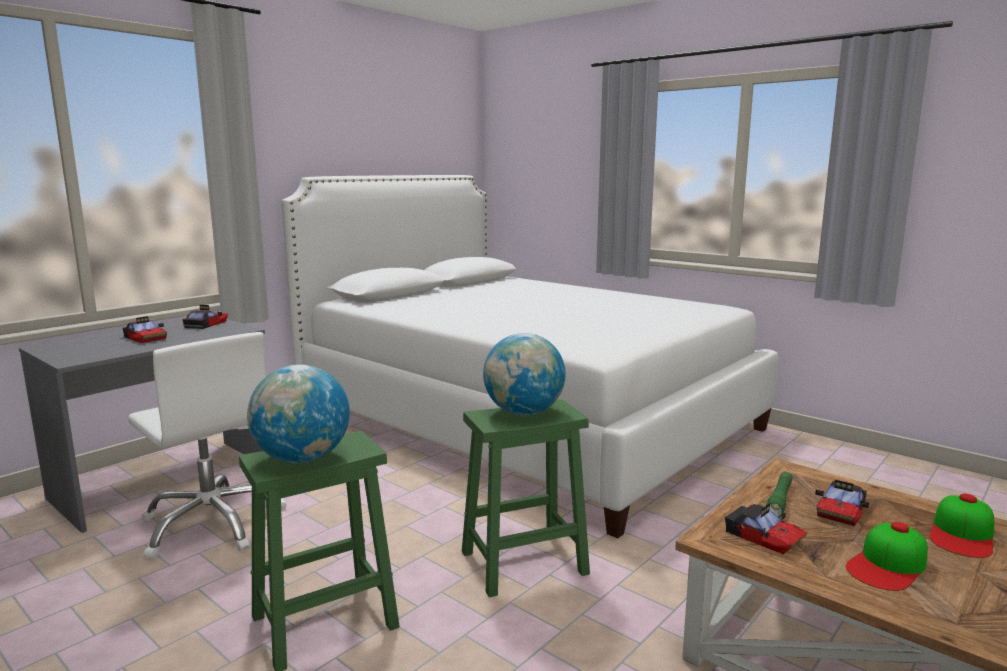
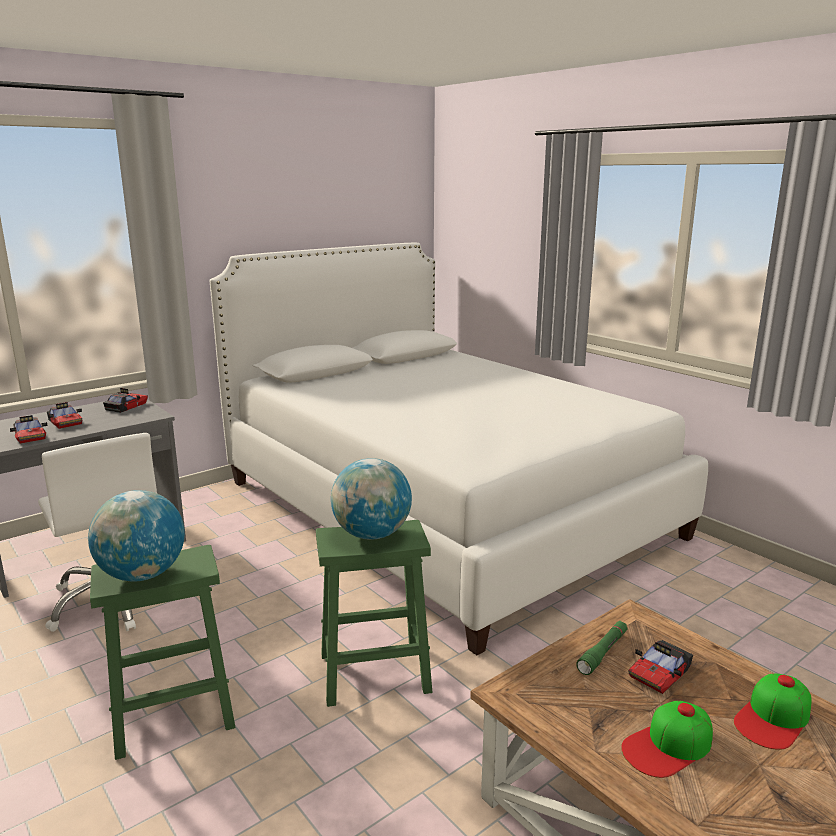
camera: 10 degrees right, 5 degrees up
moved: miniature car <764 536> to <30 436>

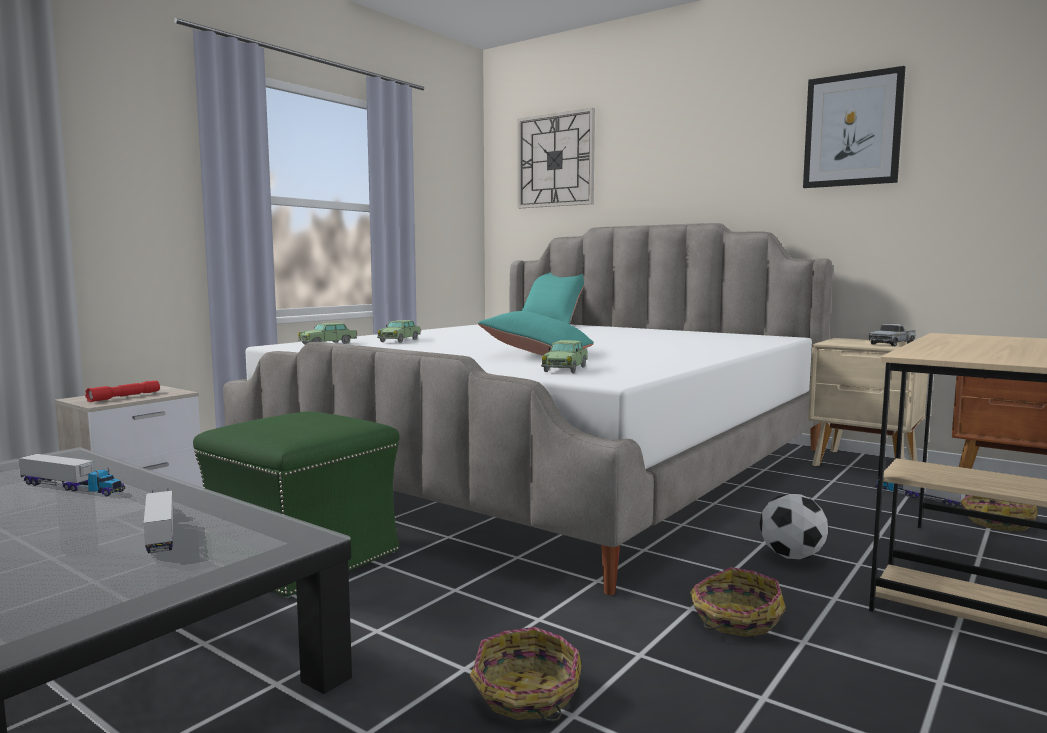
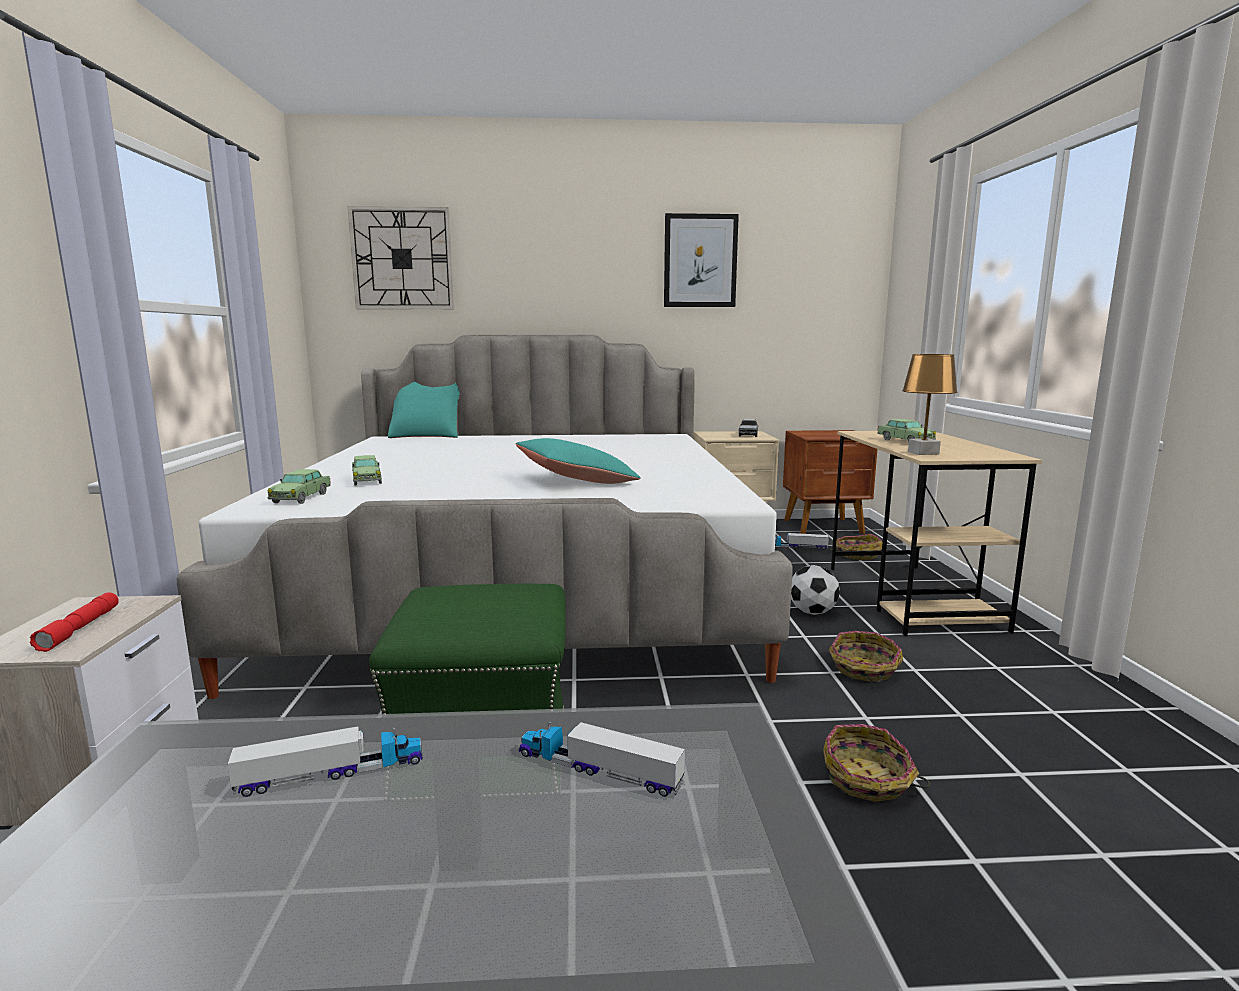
camera: 40 degrees left, 5 degrees up
added: lamp for a table (brownish) <923 453>
moved: miniature car <565 369> to <905 441>

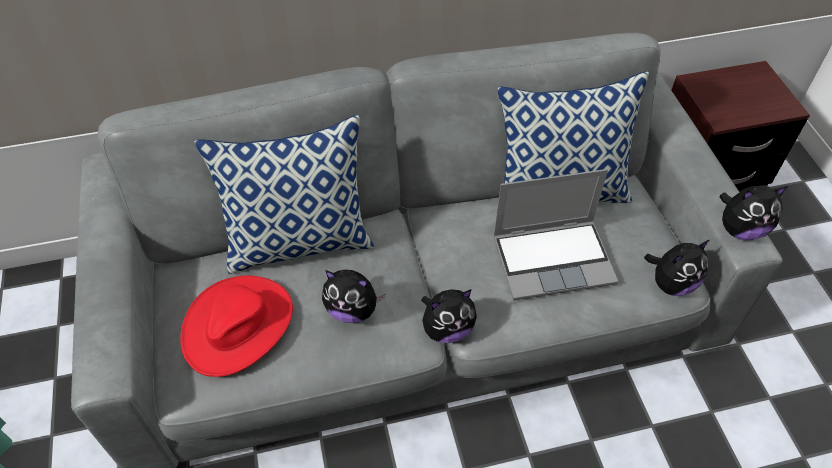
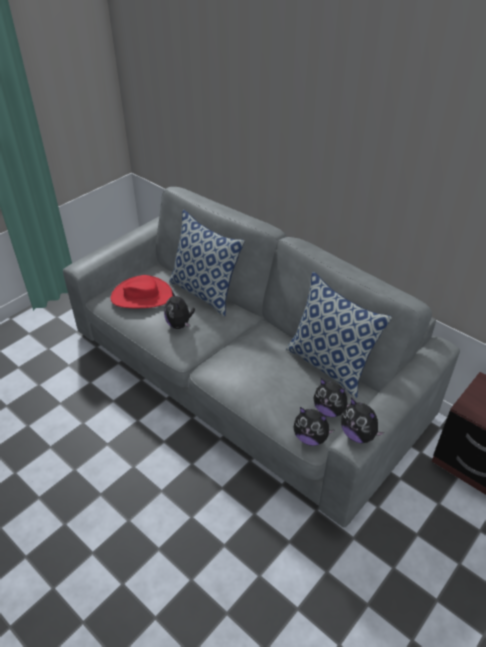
camera: 55 degrees right, 10 degrees down
removed: portable computer <554 259>
moved: soft toy <447 329> to <329 410>

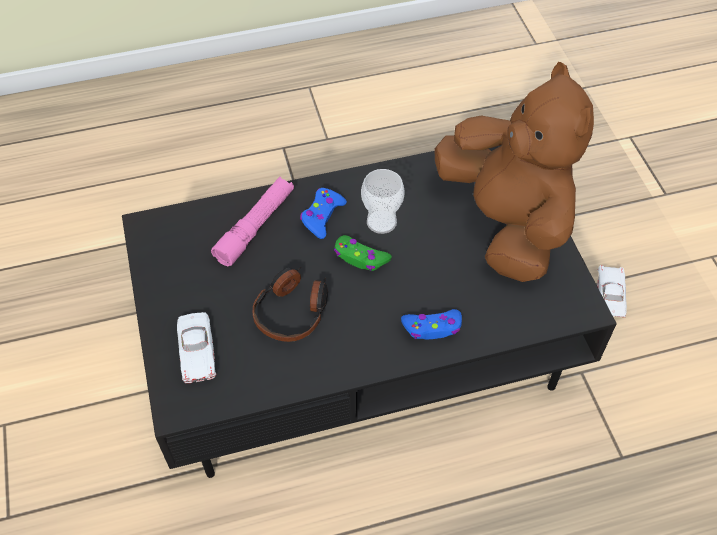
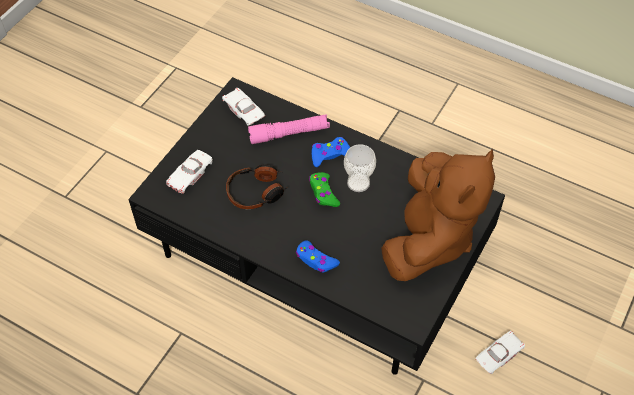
camera: 45 degrees right, 0 degrees up
added: miniature car (white) <243 109>

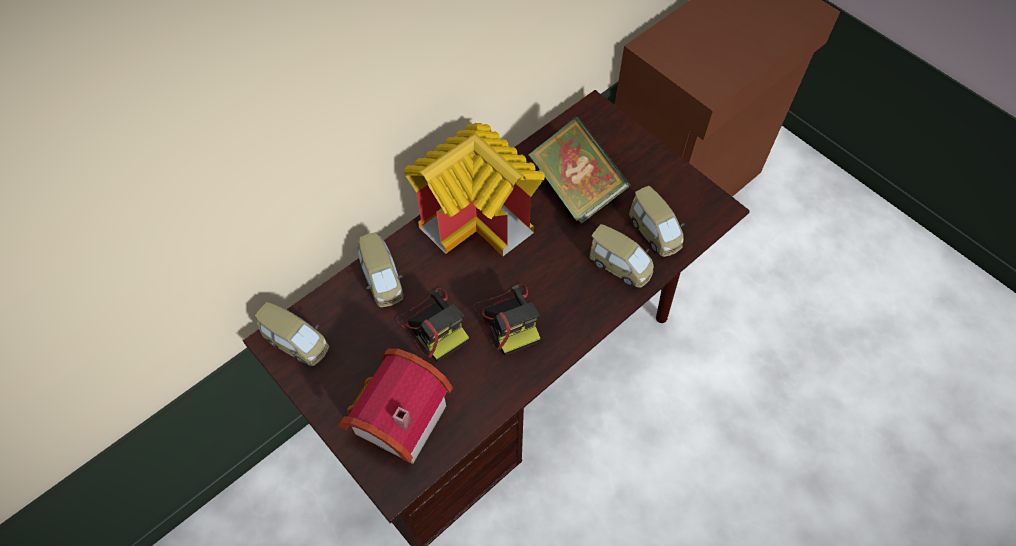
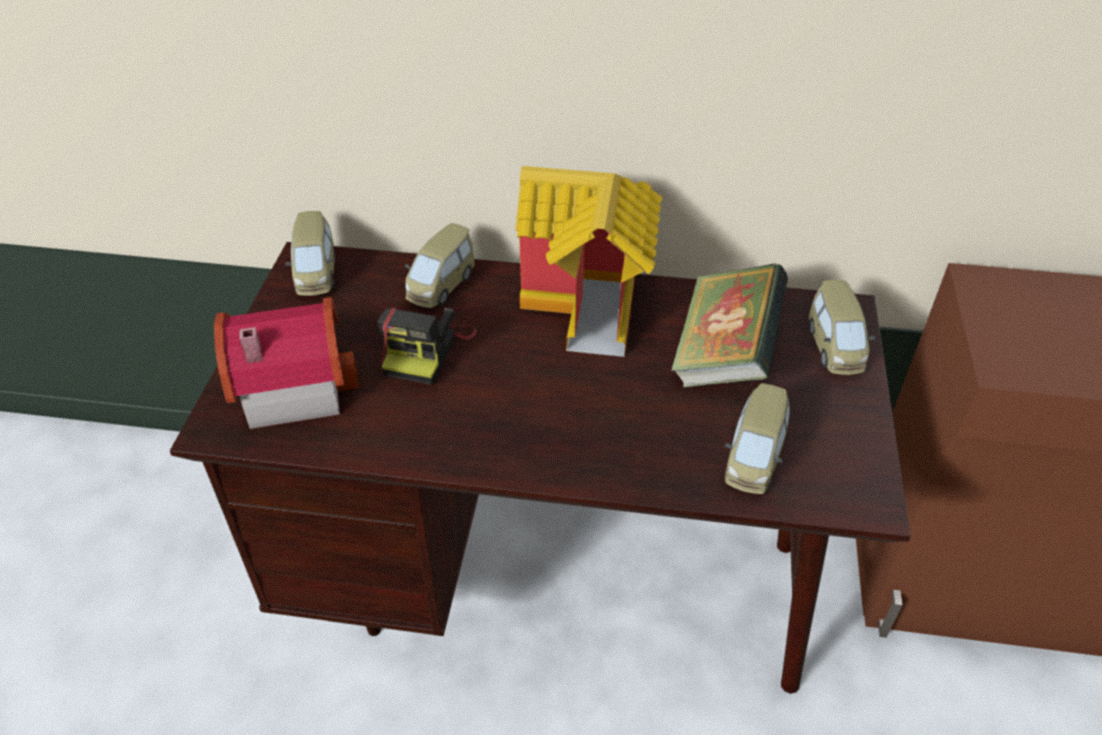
camera: 50 degrees right, 15 degrees down
removed: photo camera <509 319>
moved: miniature car <620 266> to <835 347>

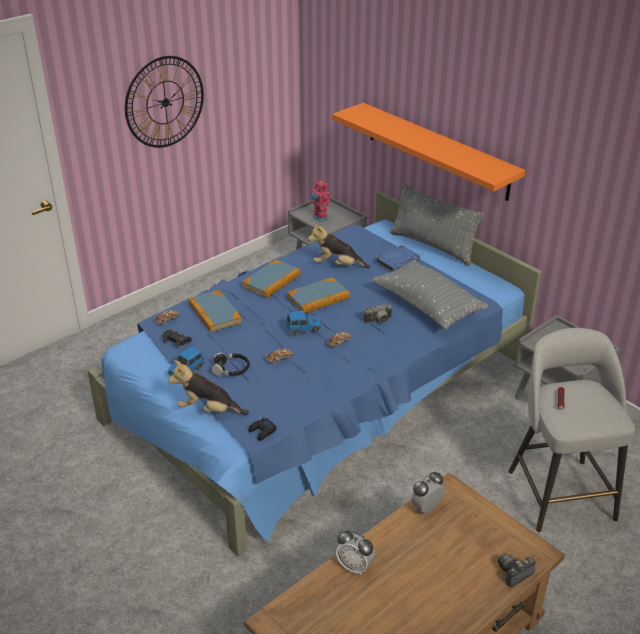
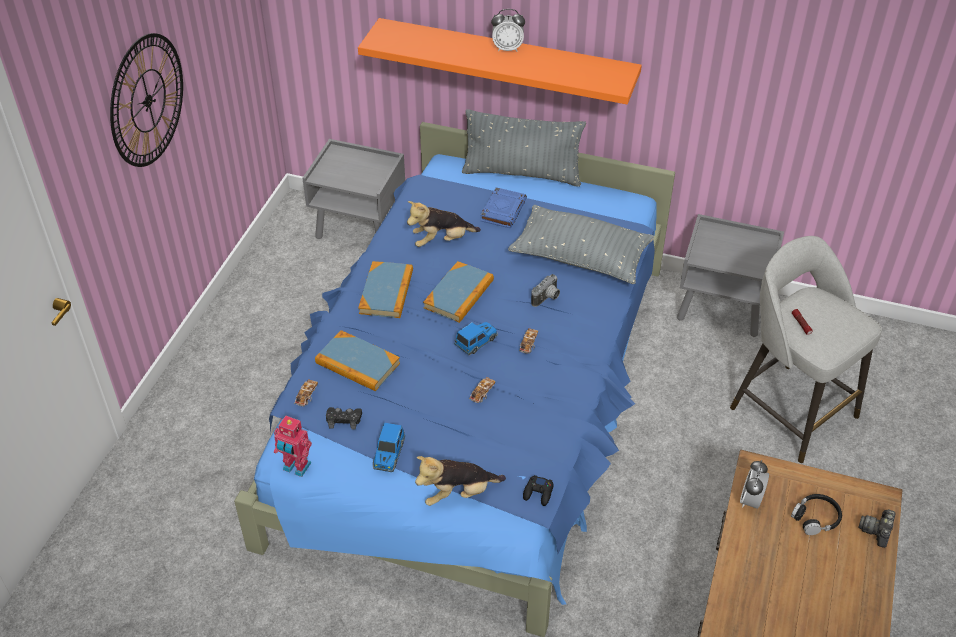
camera: 30 degrees left, 10 degrees up
moved: pair of headphones (black-coloured) <231 369> to <815 518>; model robot <320 218> to <296 467>; bedside clock <354 566> to <507 48>

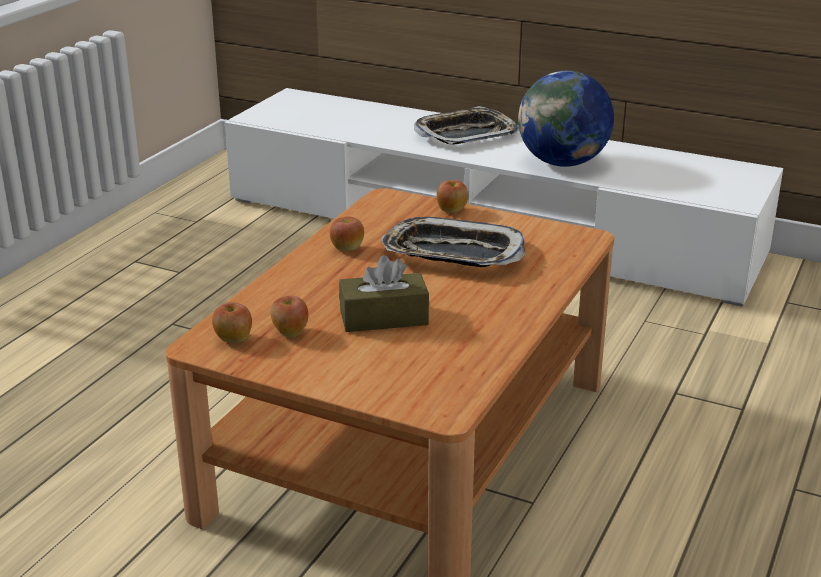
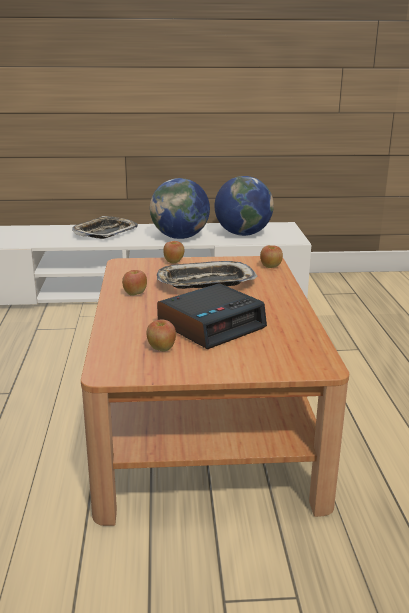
camera: 30 degrees left, 5 degrees down
added: desk globe <242 234>
moved: apple fruit <233 339> to <270 266>
replaced: tissue box (brownish) <384 318> to bedside clock <211 325>

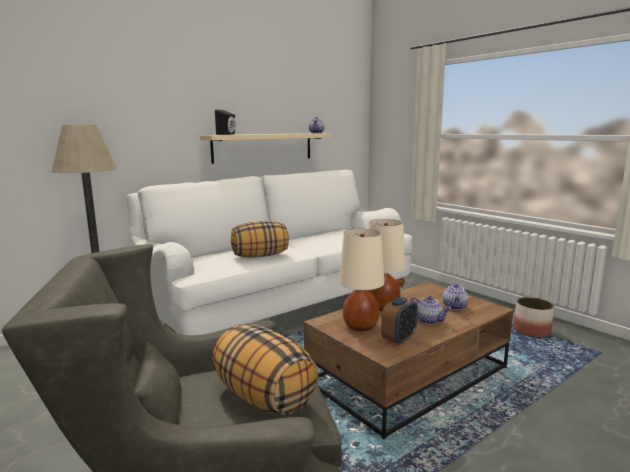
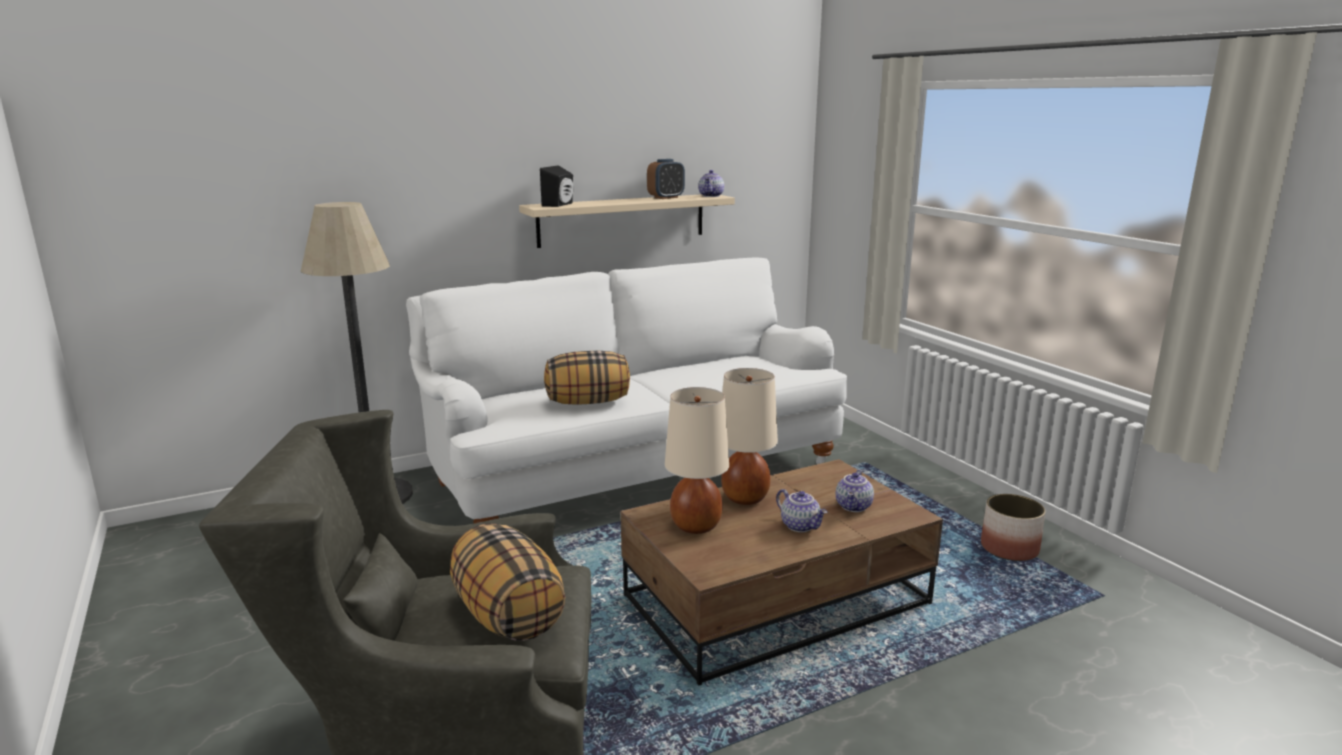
camera: 10 degrees right, 5 degrees up
moved: bedside clock <399 338> to <666 197>

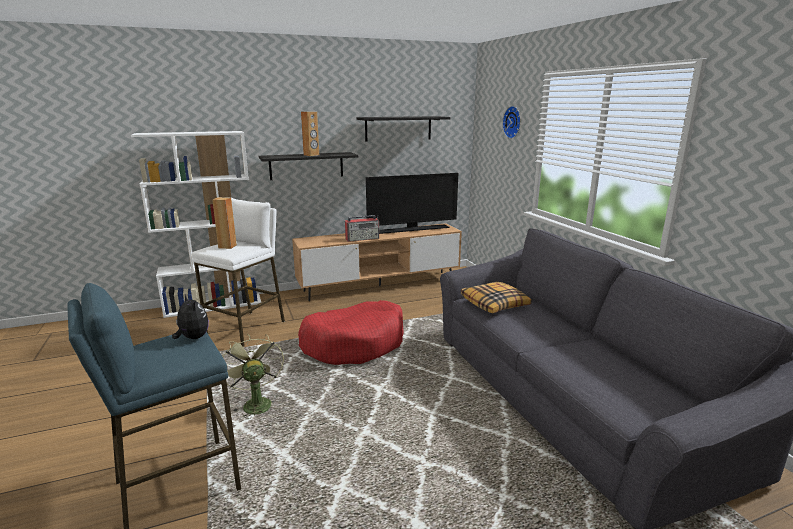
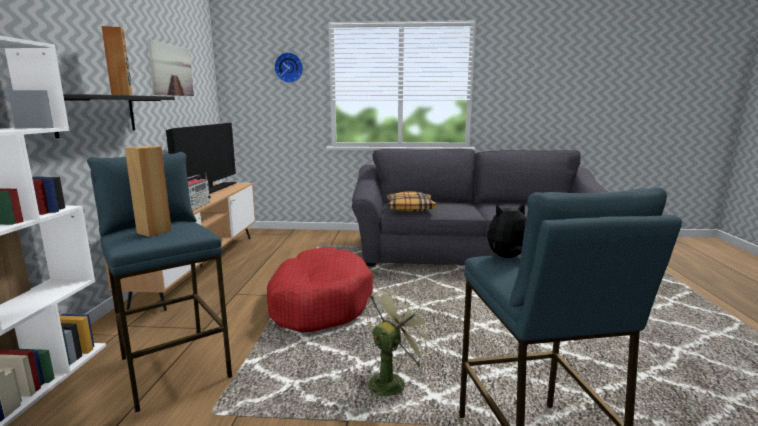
camera: 65 degrees left, 5 degrees down
replaced: bracket shelf (black-coloured) <398 128> to wall picture <171 70>
recoloured: stool (white) <247 328> to stool (bluish) <174 367>
turned: electric fan (green-coloured) <255 403> = <391 381> 135 degrees clockwise

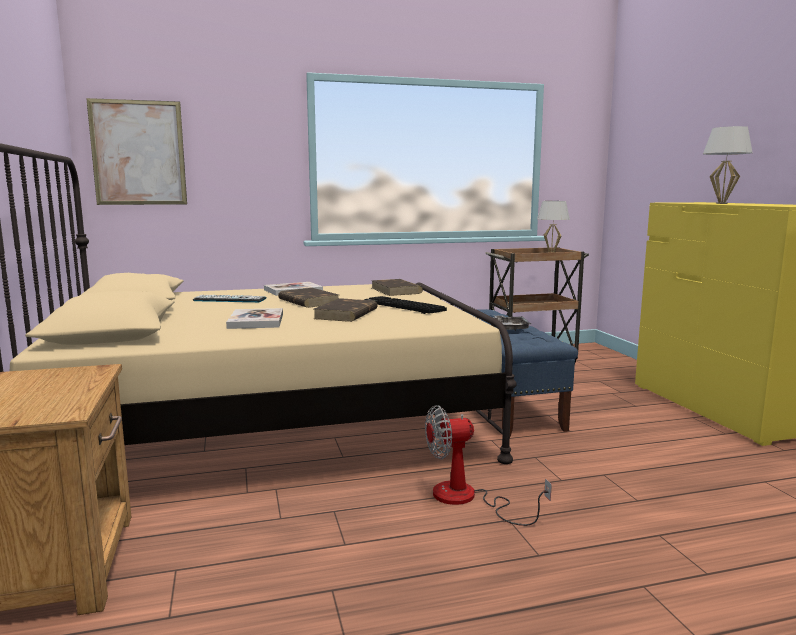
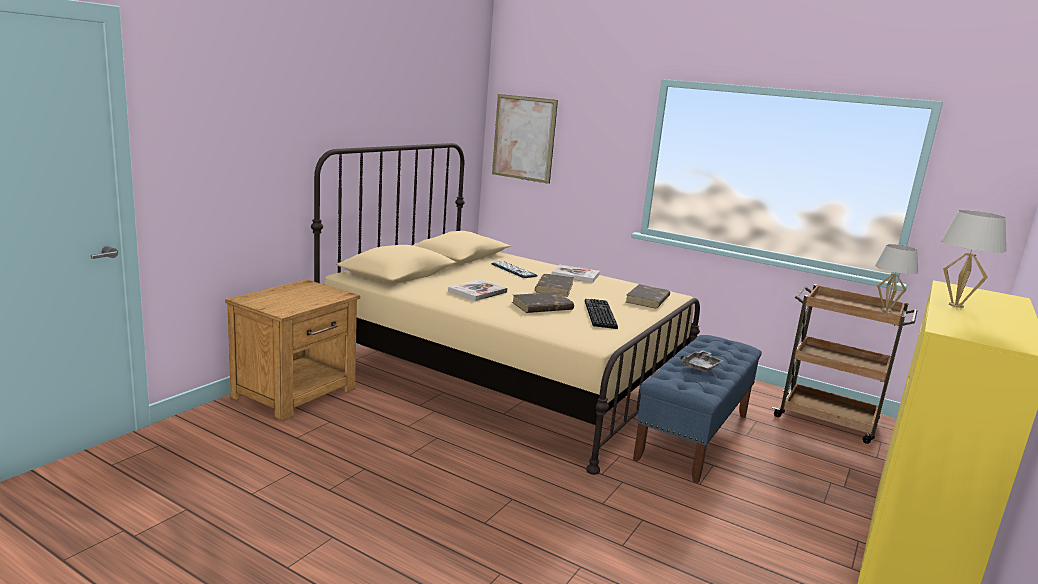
camera: 45 degrees right, 5 degrees up
removed: electric fan <467 499>

